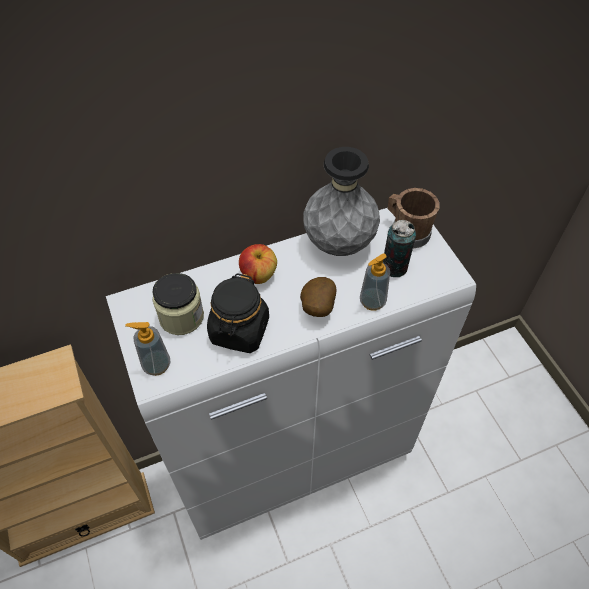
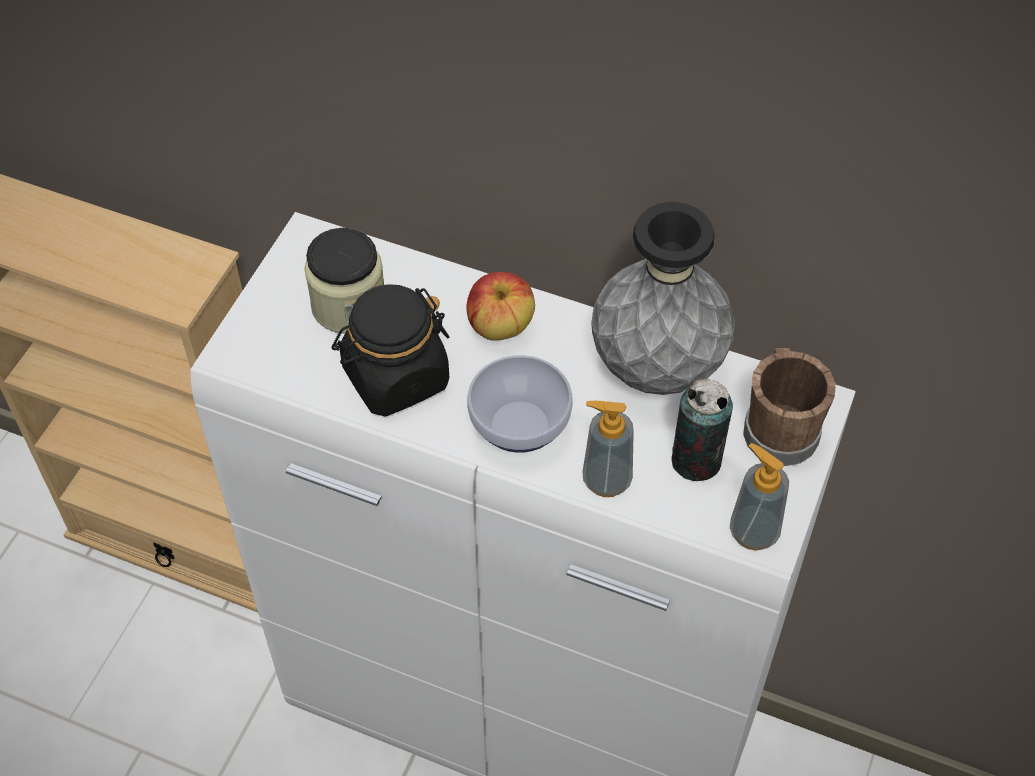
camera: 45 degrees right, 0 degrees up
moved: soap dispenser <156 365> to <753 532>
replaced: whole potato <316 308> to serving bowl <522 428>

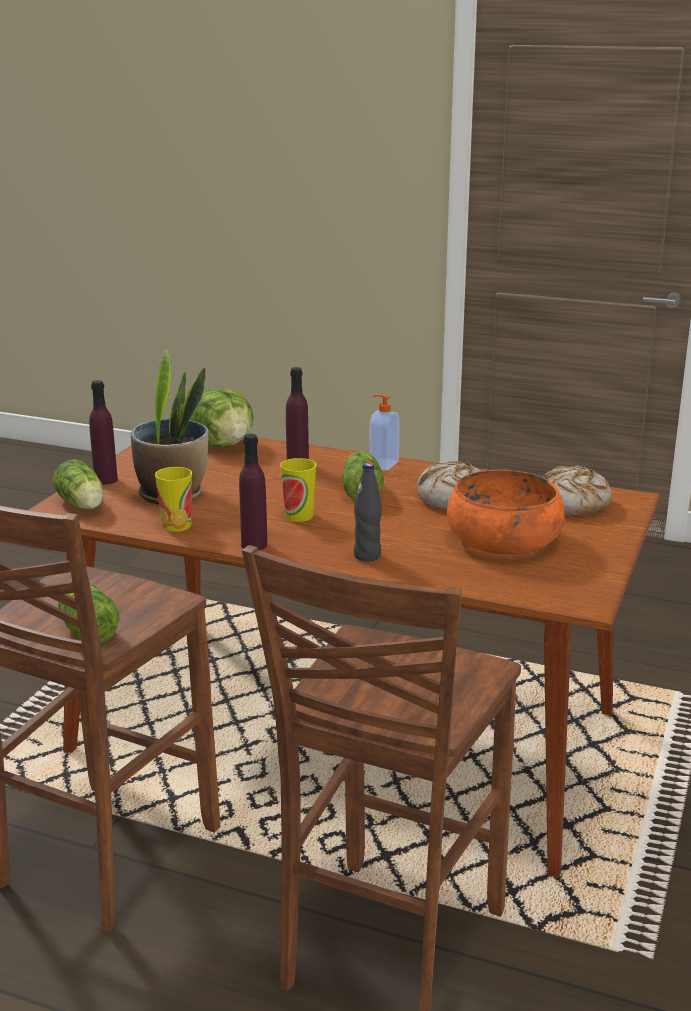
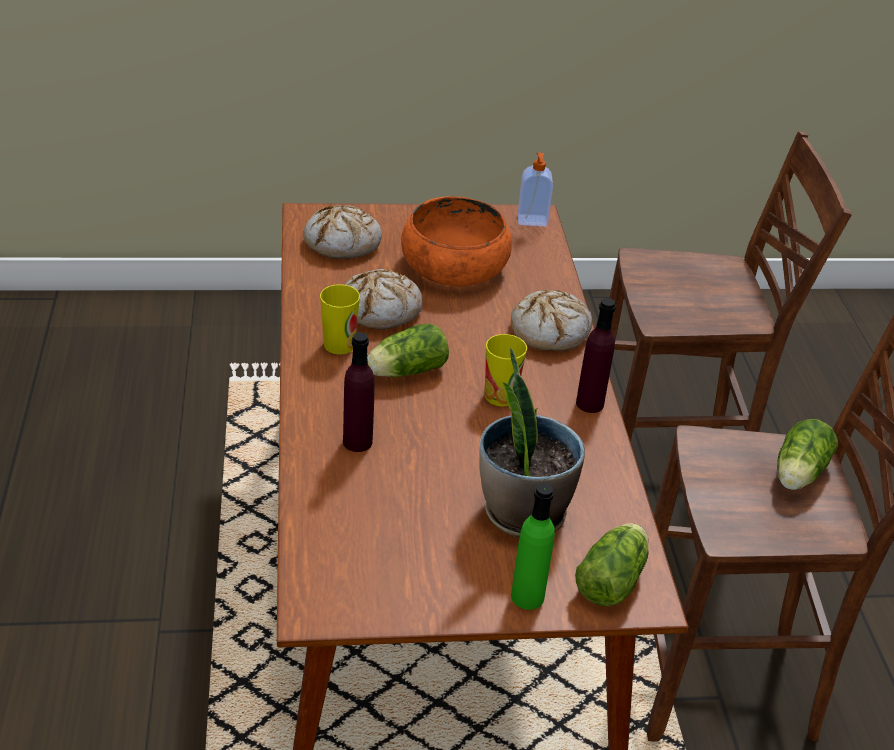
camera: 120 degrees left, 15 degrees up
removed: lettuce <224 445>
moved: cup <176 525> to <339 345>; soap dispenser <382 464> to <532 221>
replaced: beverage bottle (black-coloured) <367 556> to baked bread <550 330>
recoloured: beverage bottle (purple) <106 480> to beverage bottle (green-coloured) <527 596>

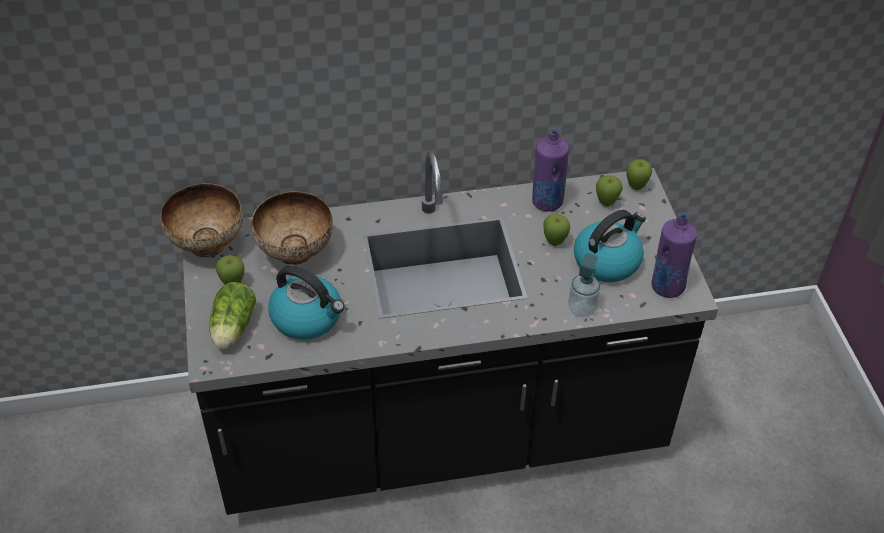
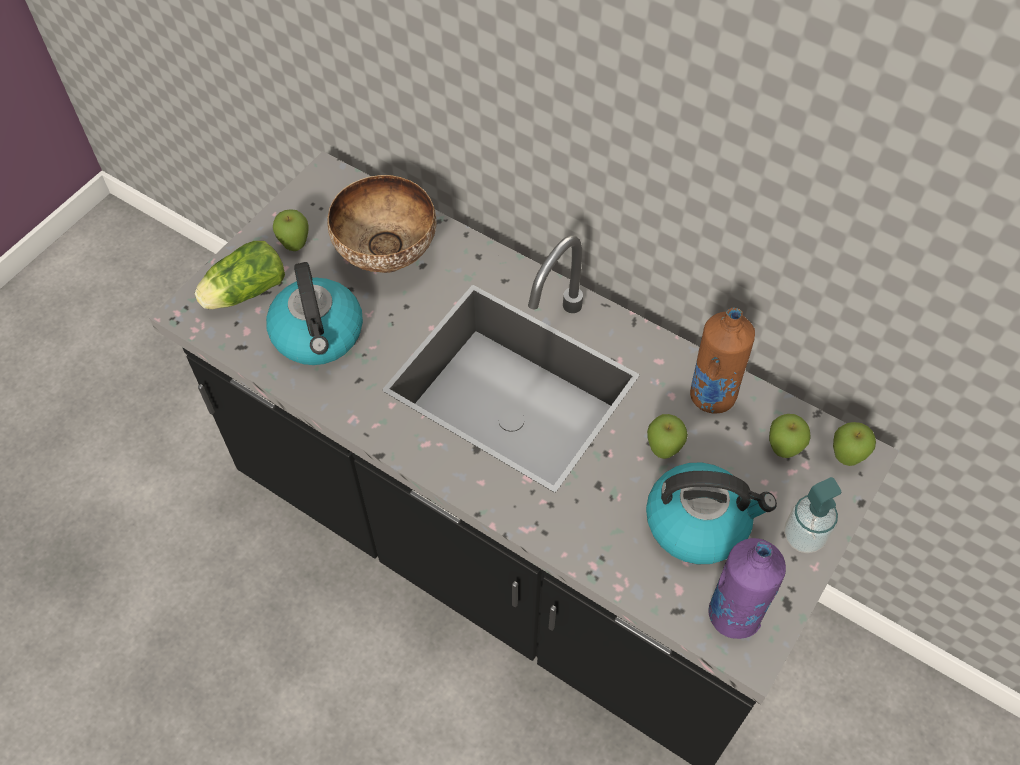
camera: 45 degrees right, 10 degrees up
removed: serving bowl <208 244>
moved: soap dispenser <582 308> to <803 536>
recoloured: beverage bottle (purple) <546 202> to beverage bottle (brownish) <711 395>

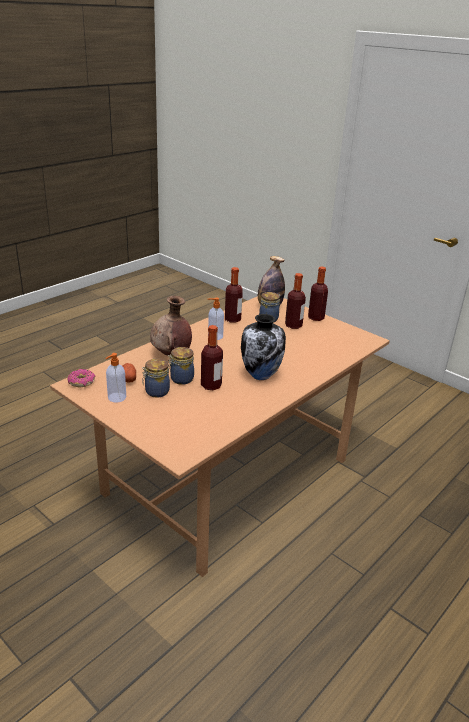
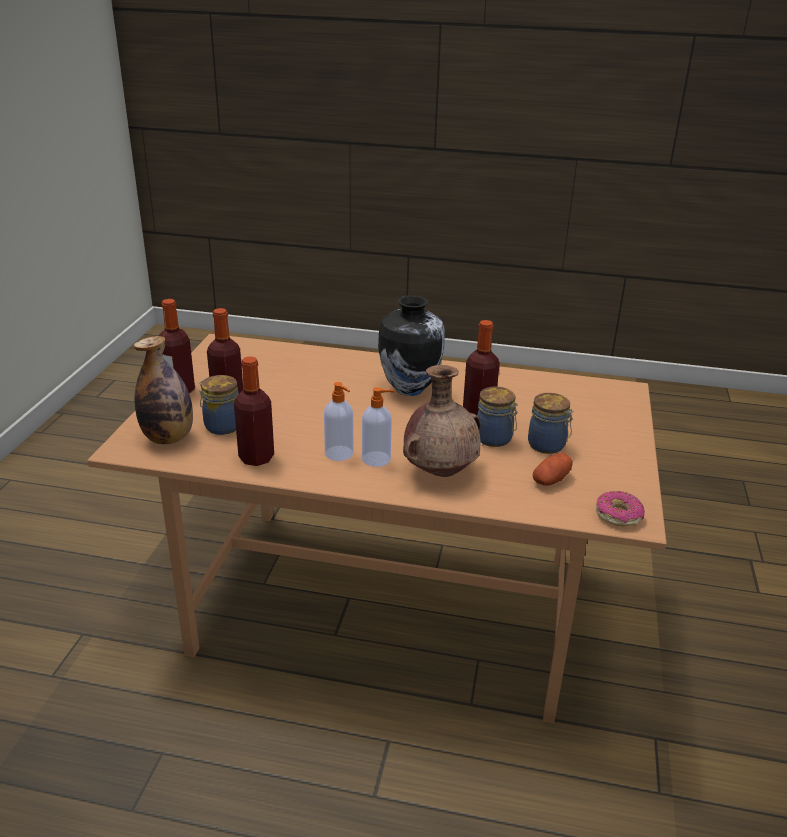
camera: 120 degrees left, 0 degrees up
moved: soap dispenser <116 398> to <377 459>

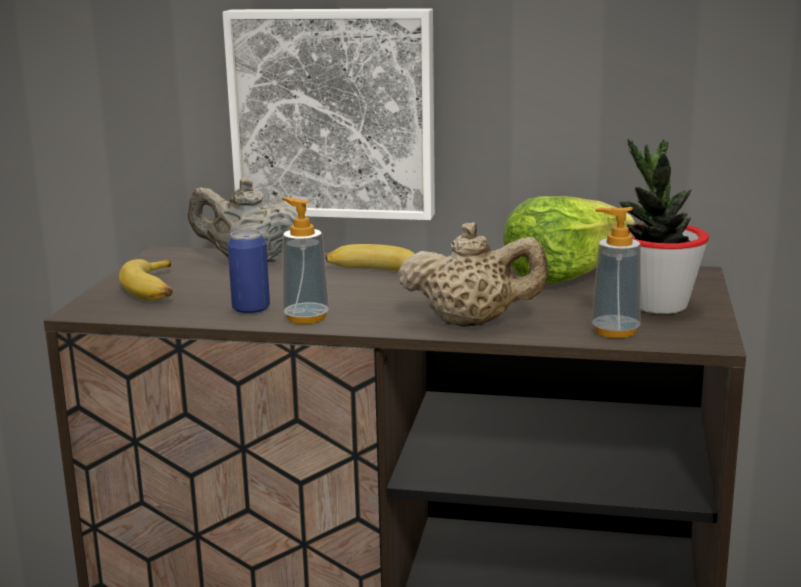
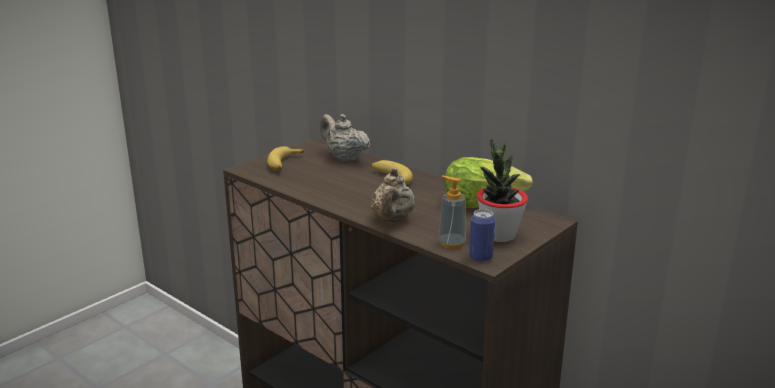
camera: 30 degrees right, 5 degrees up
removed: wall picture <334 113>; soap dispenser <306 317>
moved: sealed can <251 309> to <480 257>
turned: pot for tea (beige) <472 323> = <392 220> 60 degrees clockwise

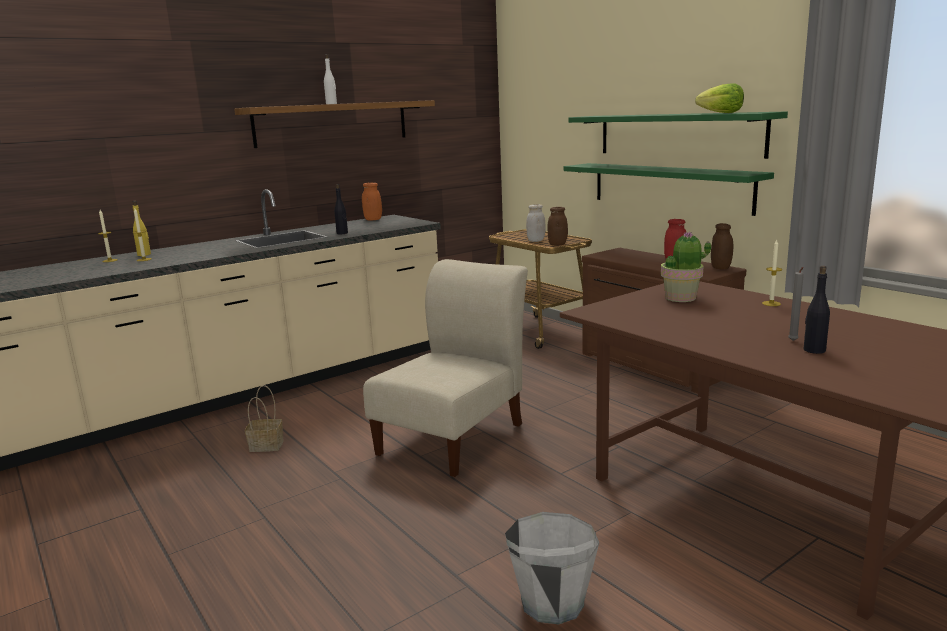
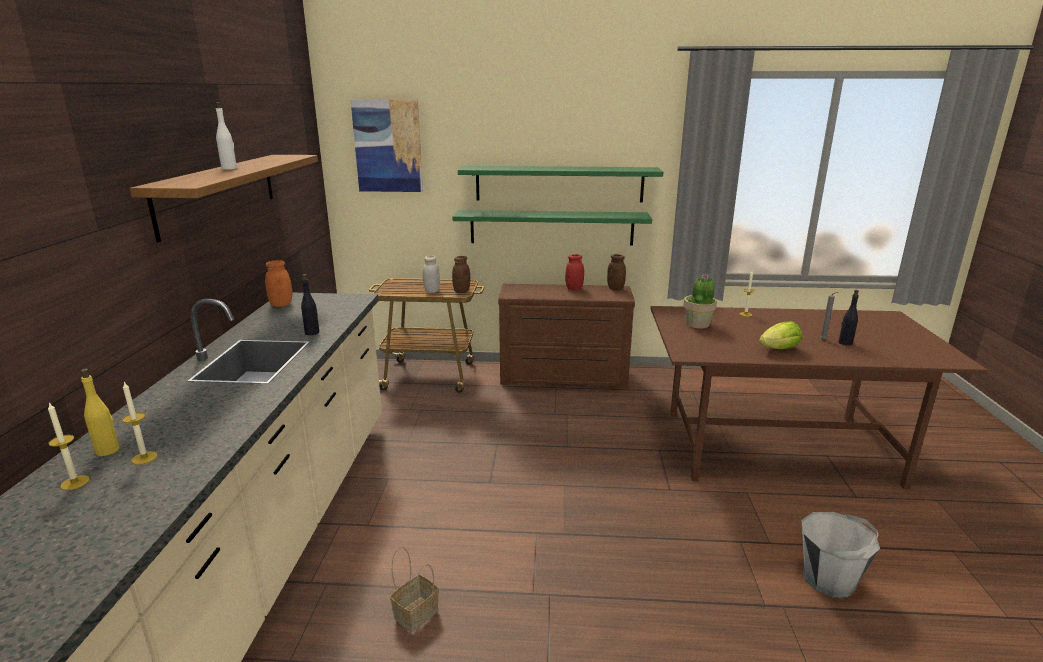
camera: 50 degrees left, 5 degrees up
removed: upright chair (beige) <455 436>
added: wall picture <388 146>
moved: lettuce <721 113> to <779 349>

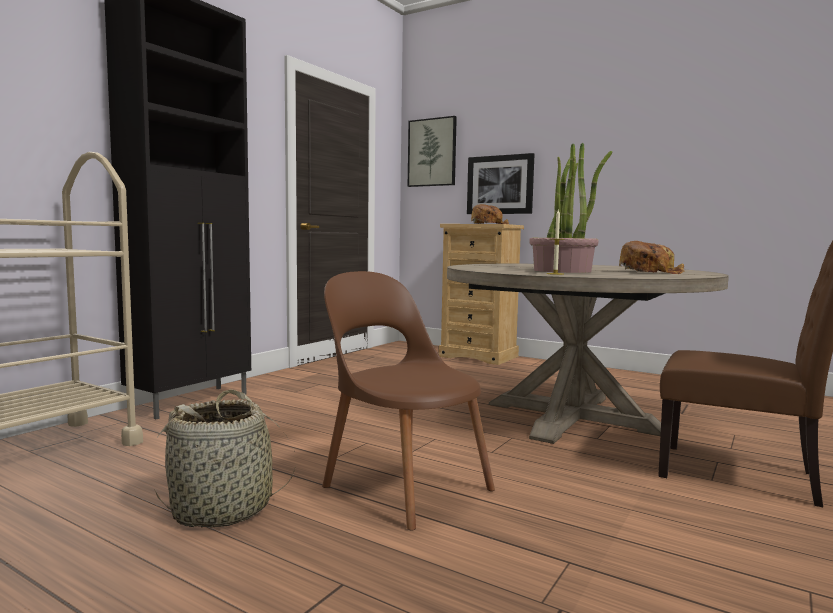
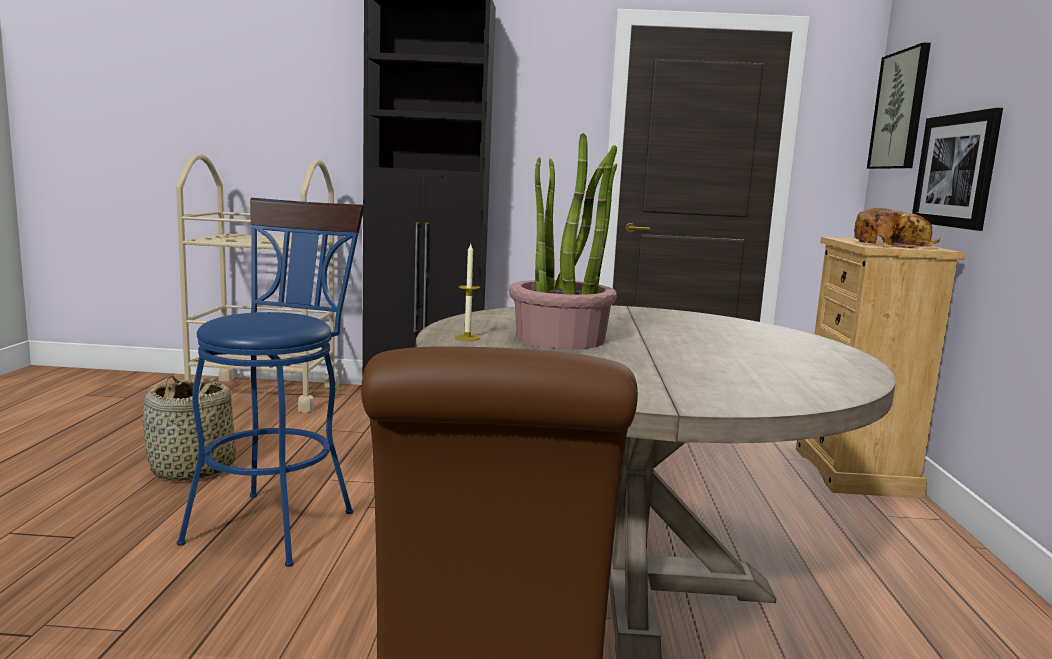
camera: 60 degrees right, 5 degrees up
removed: baked bread <650 272>
replaced: upright chair (brownish) <403 485> to stool (bluish) <277 521>

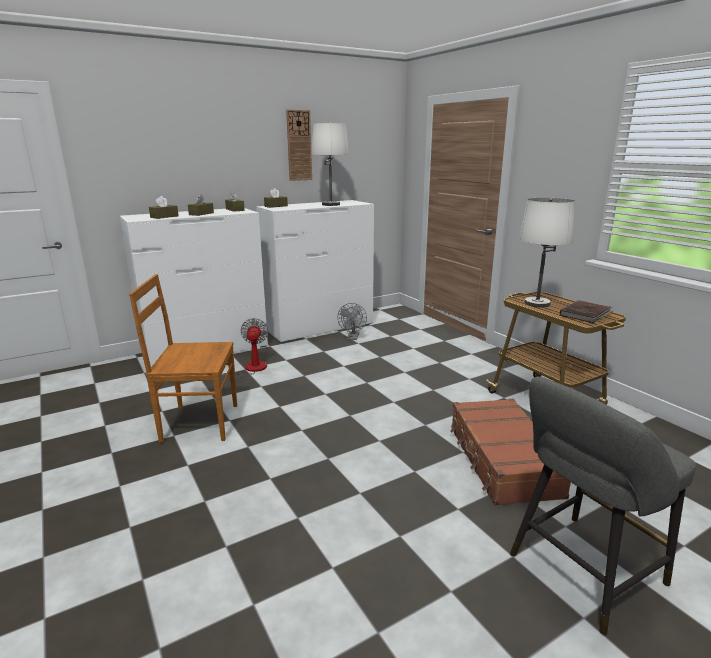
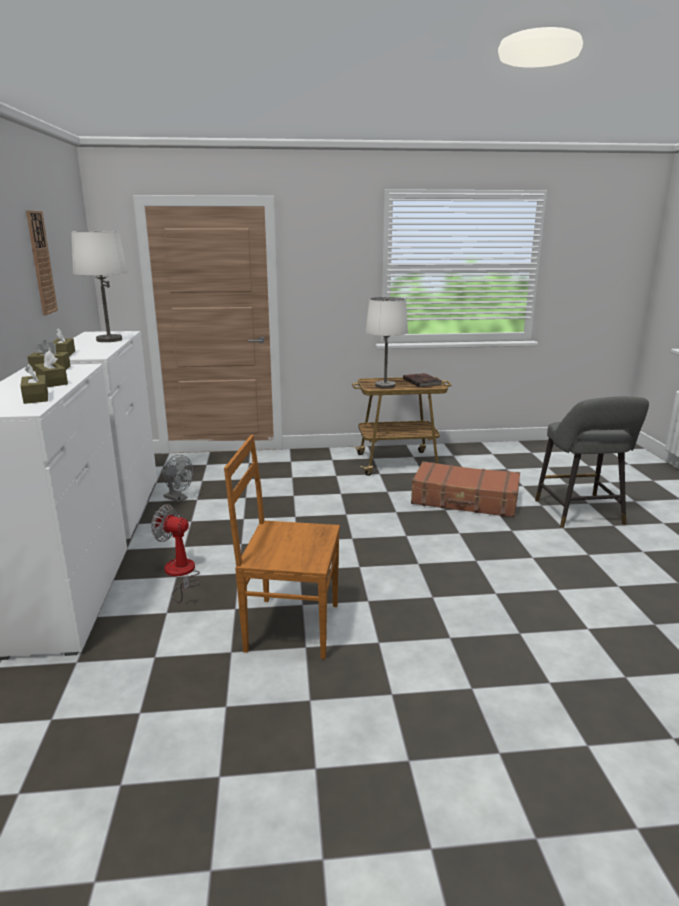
camera: 65 degrees left, 0 degrees up
turned: upright chair (brownish) <197 423> = <289 626> 75 degrees clockwise

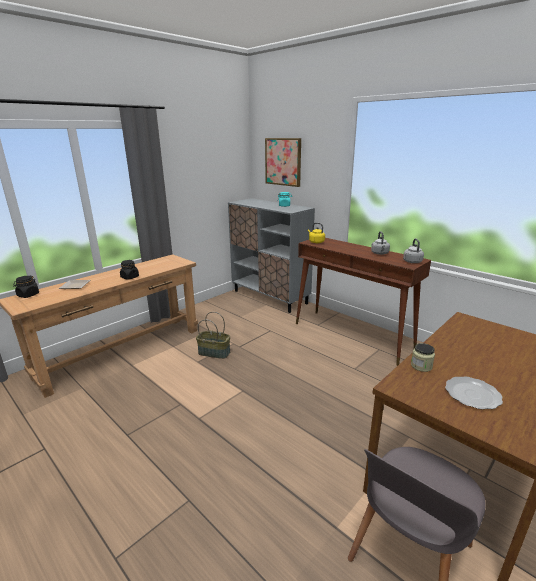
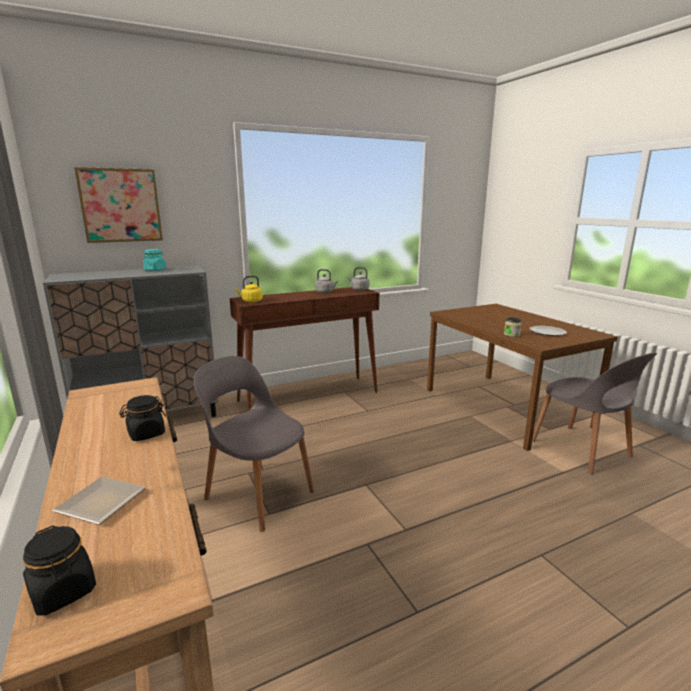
camera: 70 degrees left, 5 degrees down
replaced: household basket <214 352> to upright chair (greyish) <258 493>

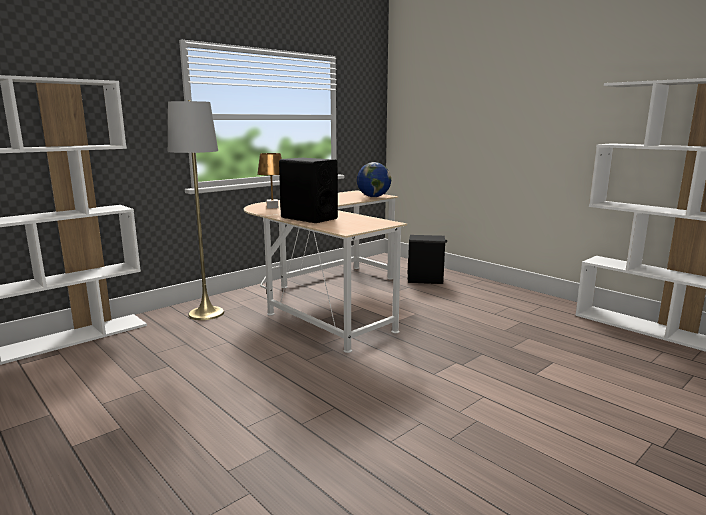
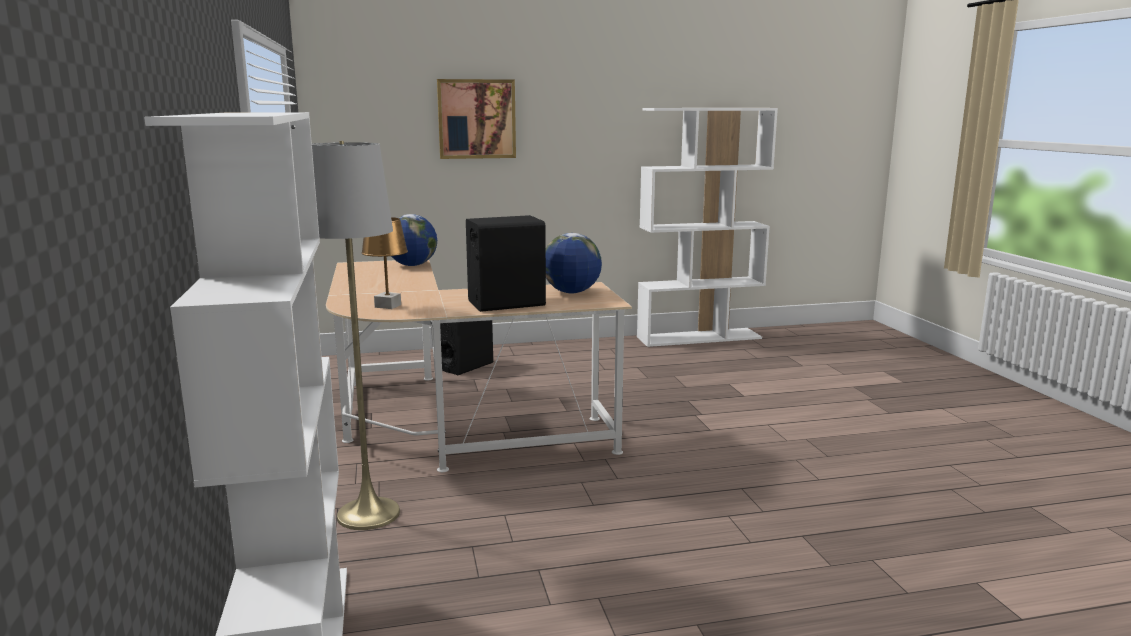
camera: 60 degrees left, 0 degrees up
added: wall picture <476 119>; desk globe <571 292>

